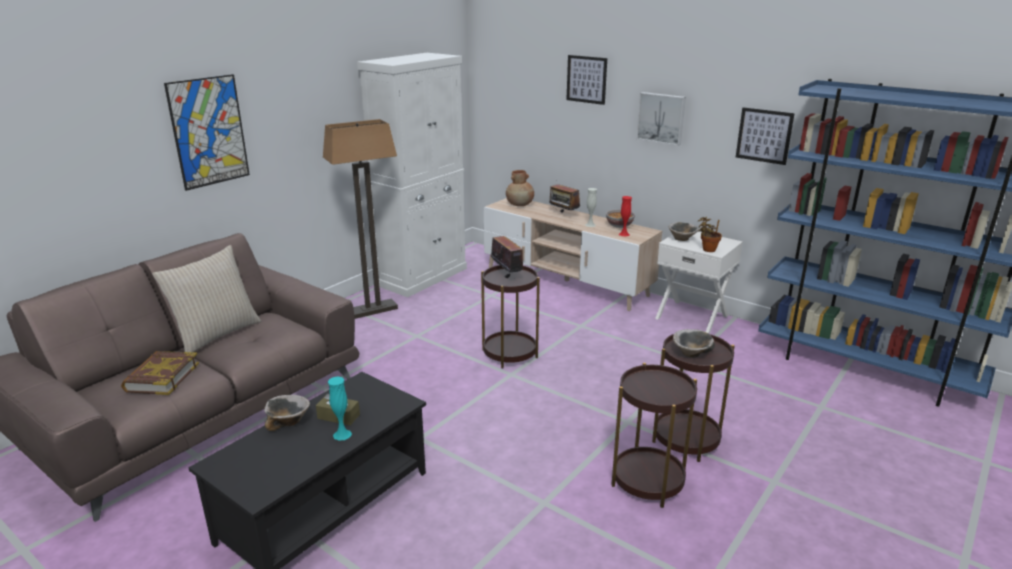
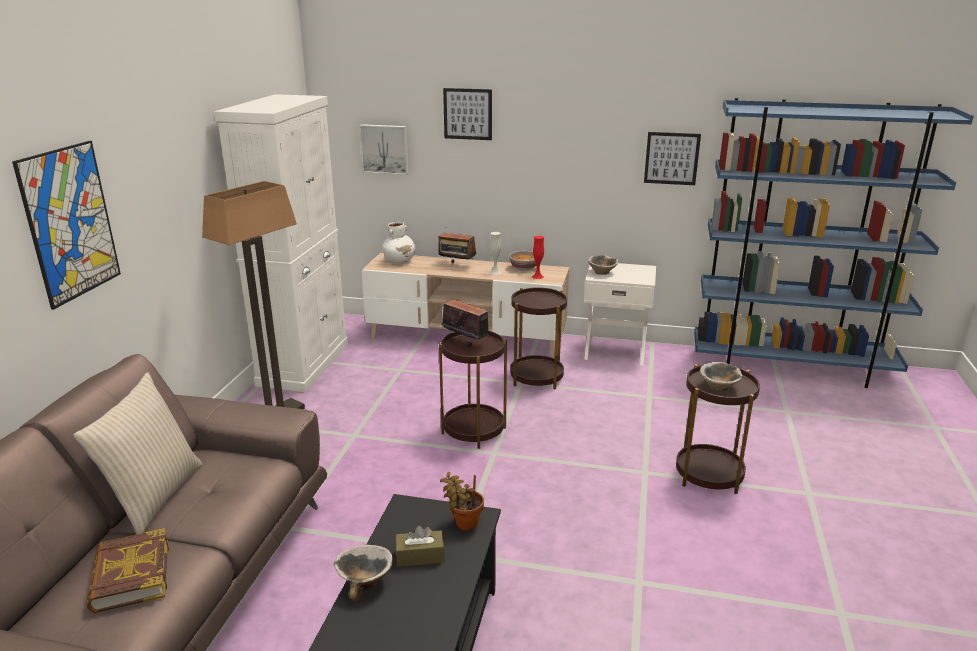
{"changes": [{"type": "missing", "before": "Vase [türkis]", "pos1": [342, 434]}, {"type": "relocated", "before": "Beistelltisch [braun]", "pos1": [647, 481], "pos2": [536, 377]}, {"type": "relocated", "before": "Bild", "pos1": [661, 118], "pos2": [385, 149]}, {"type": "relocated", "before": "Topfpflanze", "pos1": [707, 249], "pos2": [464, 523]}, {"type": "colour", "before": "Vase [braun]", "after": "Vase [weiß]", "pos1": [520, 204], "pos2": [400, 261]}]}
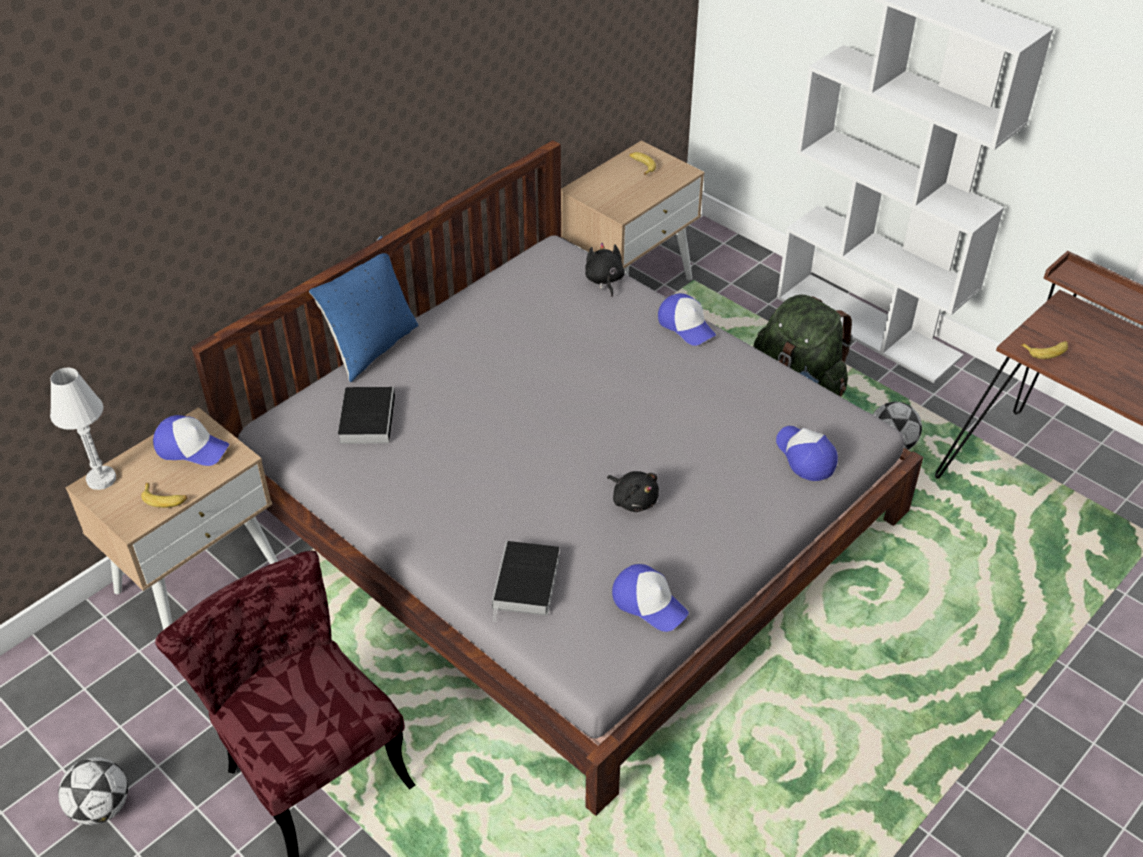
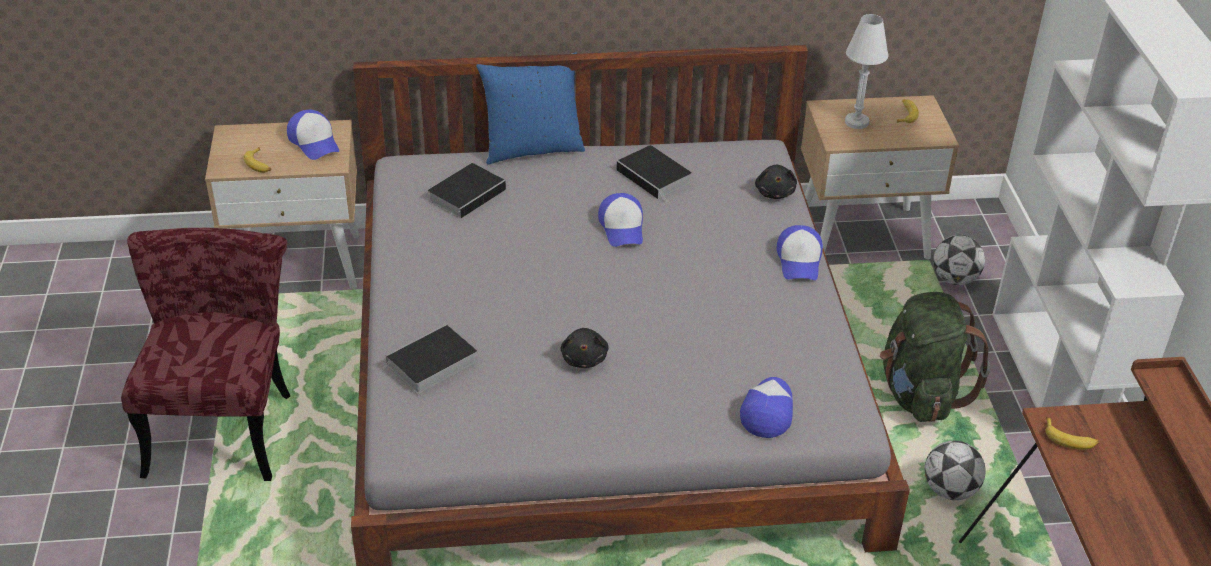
{"changes": [{"type": "appeared", "after": "Buch", "pos2": [656, 177]}, {"type": "relocated", "before": "Tischlampe [weiß]", "pos1": [101, 479], "pos2": [856, 122]}, {"type": "relocated", "before": "Fußball", "pos1": [101, 807], "pos2": [954, 279]}, {"type": "relocated", "before": "Kappe", "pos1": [649, 603], "pos2": [622, 227]}, {"type": "spun", "before": "Plüschtier [schwarz]", "pos1": [604, 280], "pos2": [775, 192], "turn": 150}]}
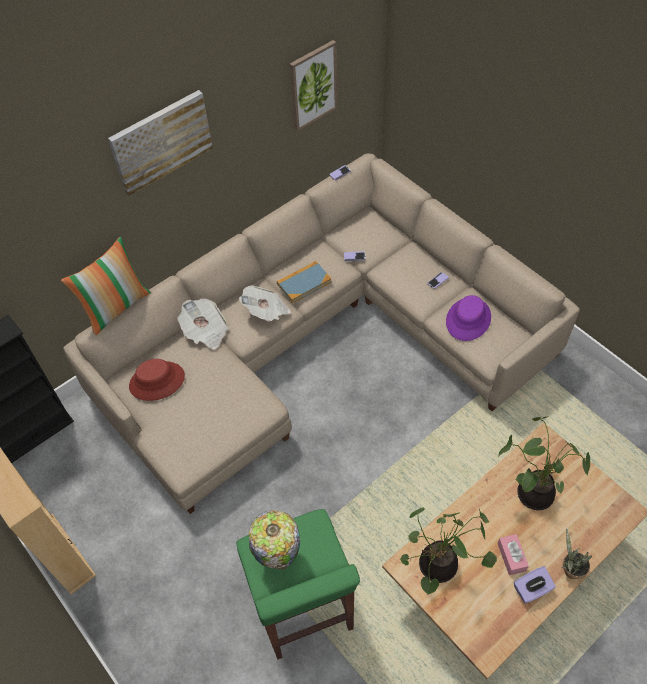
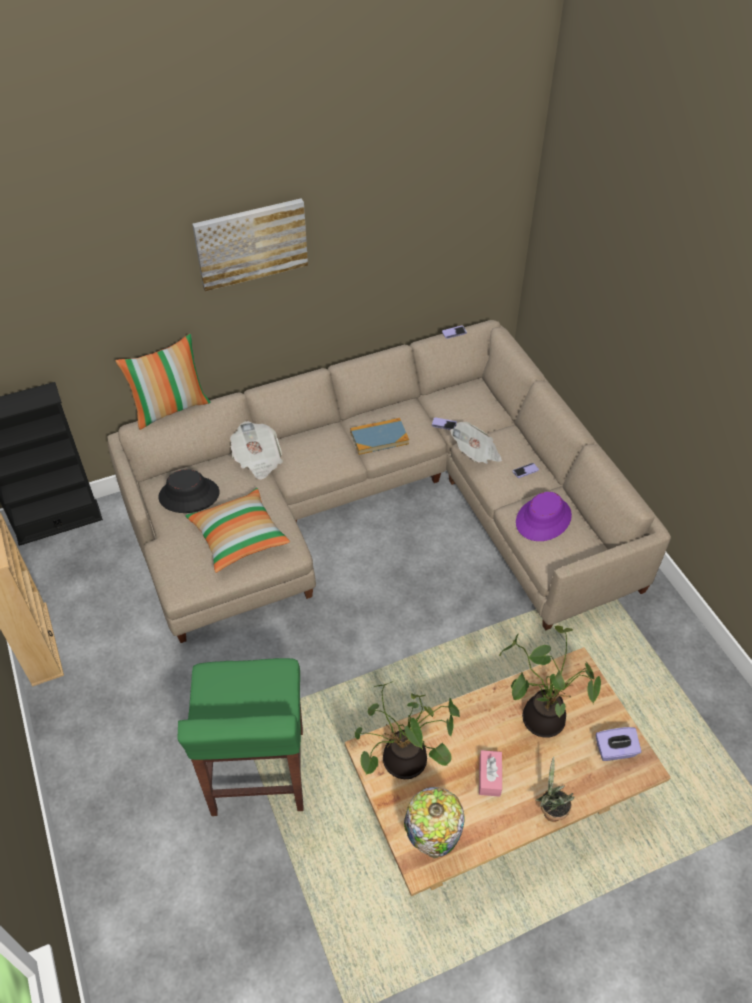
{"changes": [{"type": "missing", "before": "Bild", "pos1": [313, 85]}, {"type": "appeared", "after": "Kissen", "pos2": [238, 537]}, {"type": "relocated", "before": "Zeitung", "pos1": [266, 311], "pos2": [475, 453]}, {"type": "relocated", "before": "Tischlampe", "pos1": [279, 558], "pos2": [432, 843]}, {"type": "relocated", "before": "Taschentuchbox [lila]", "pos1": [531, 589], "pos2": [615, 751]}, {"type": "colour", "before": "Hut [rot]", "after": "Hut [schwarz]", "pos1": [157, 381], "pos2": [189, 495]}]}
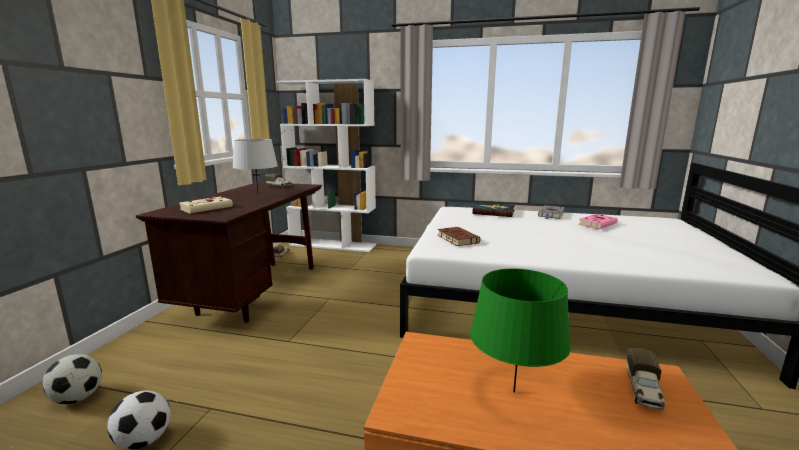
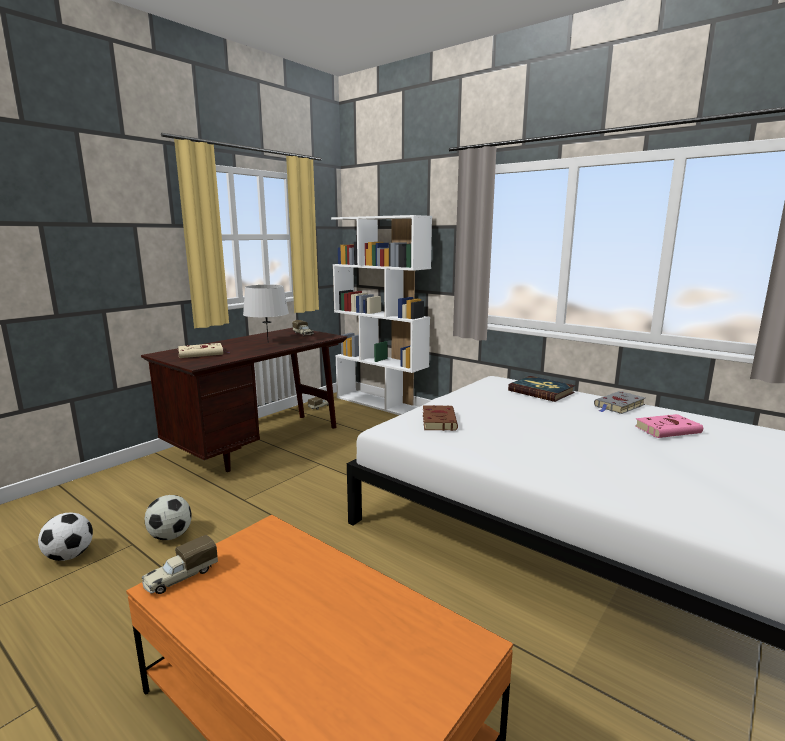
{"changes": [{"type": "missing", "before": "Tischlampe [grün]", "pos1": [514, 391]}, {"type": "relocated", "before": "Fußball", "pos1": [78, 398], "pos2": [170, 536]}, {"type": "relocated", "before": "Spielzeuglaster", "pos1": [643, 391], "pos2": [180, 577]}]}
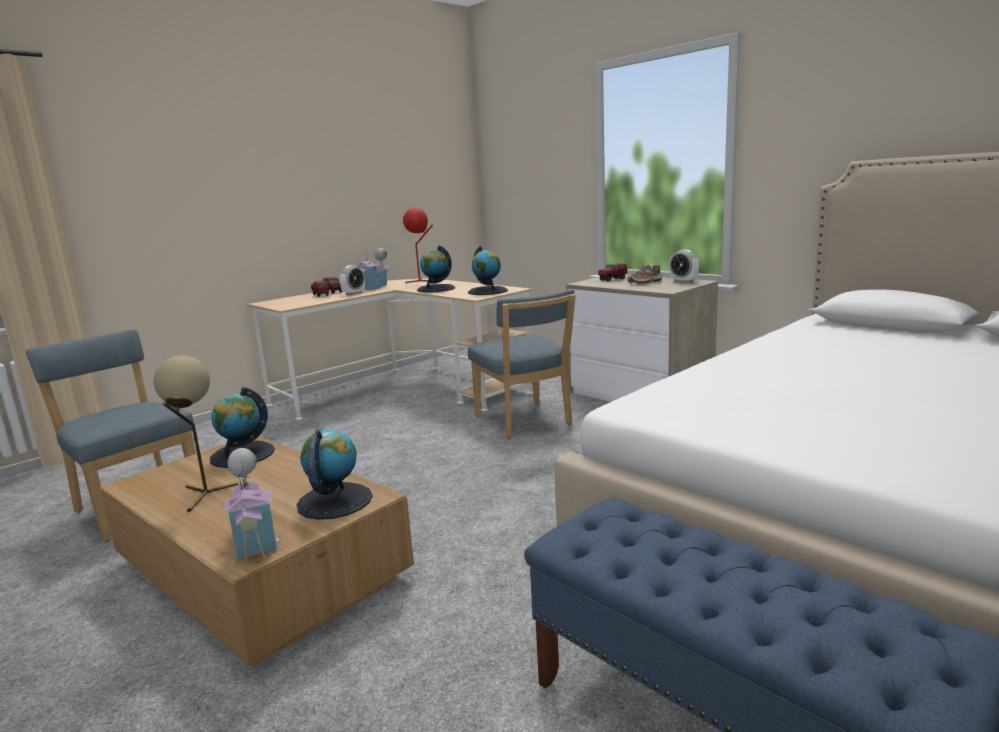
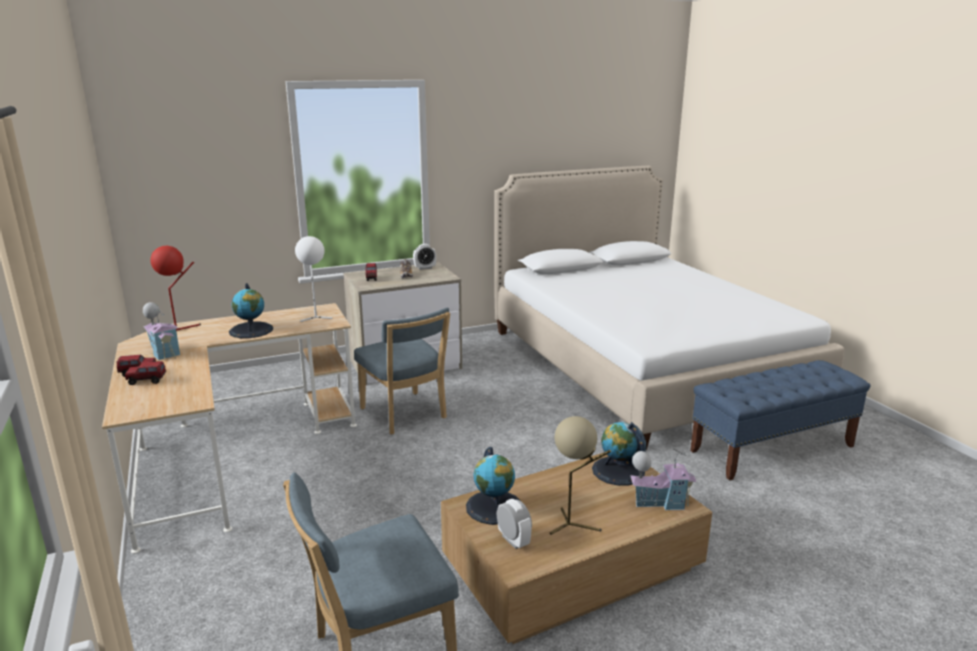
{"changes": [{"type": "relocated", "before": "Wecker", "pos1": [354, 294], "pos2": [513, 540]}, {"type": "exchanged", "before": "Globus", "after": "Tischlampe [weiß]", "pos1": [488, 291], "pos2": [315, 316]}, {"type": "spun", "before": "Stuhl [blau]", "pos1": [525, 422], "pos2": [405, 415], "turn": 60}]}
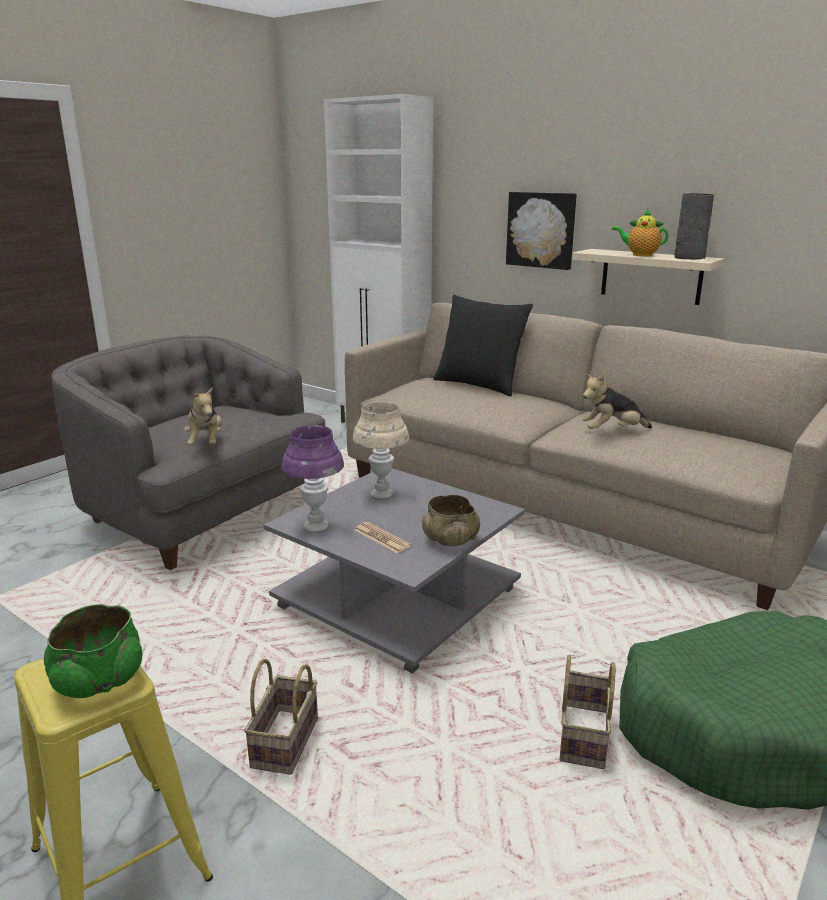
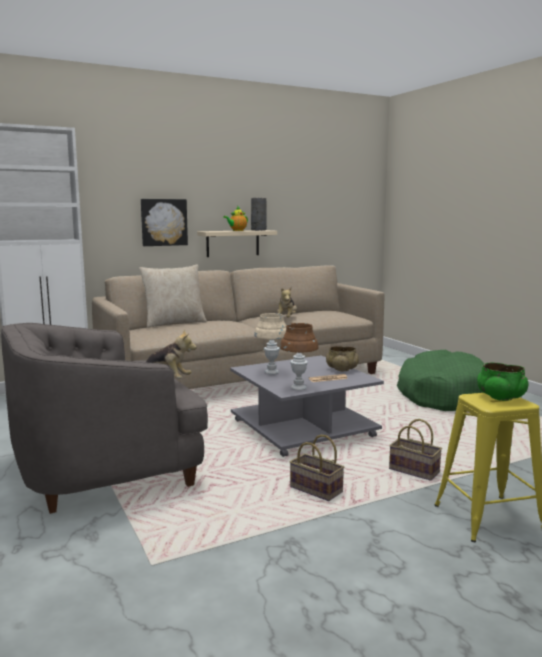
{"changes": [{"type": "relocated", "before": "Korb", "pos1": [581, 735], "pos2": [314, 490]}, {"type": "colour", "before": "Tischlampe [lila]", "after": "Tischlampe [braun]", "pos1": [316, 526], "pos2": [298, 388]}, {"type": "colour", "before": "Kissen [schwarz]", "after": "Kissen [beige]", "pos1": [479, 385], "pos2": [174, 323]}]}
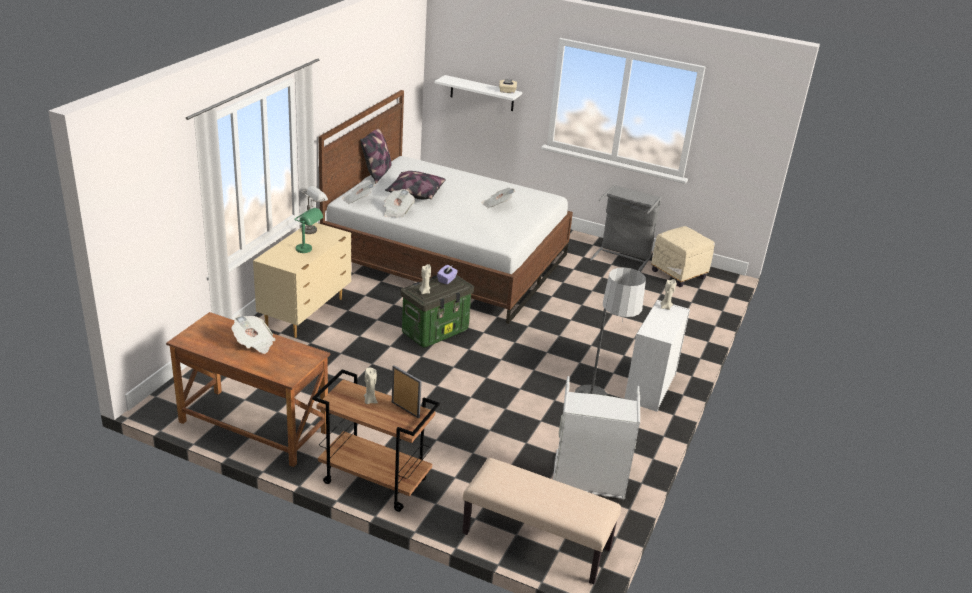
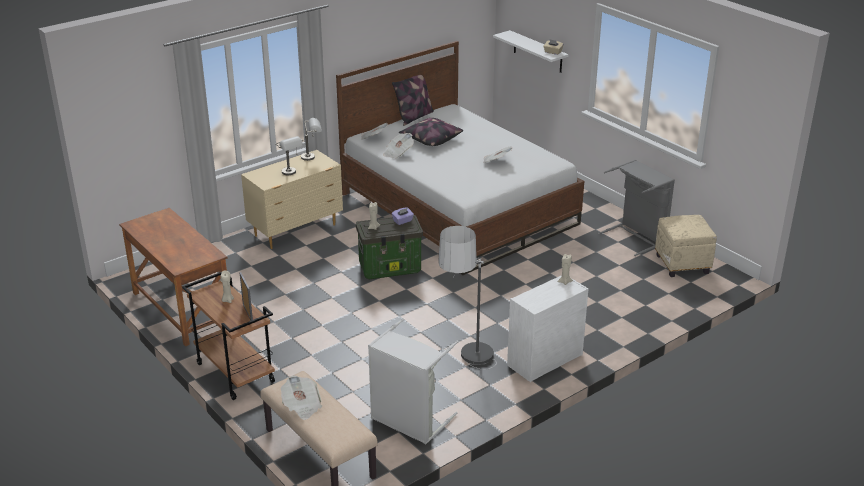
{"changes": [{"type": "relocated", "before": "Zeitung", "pos1": [254, 343], "pos2": [302, 406]}, {"type": "colour", "before": "Tischlampe [grün]", "after": "Tischlampe [grau]", "pos1": [309, 250], "pos2": [291, 173]}]}
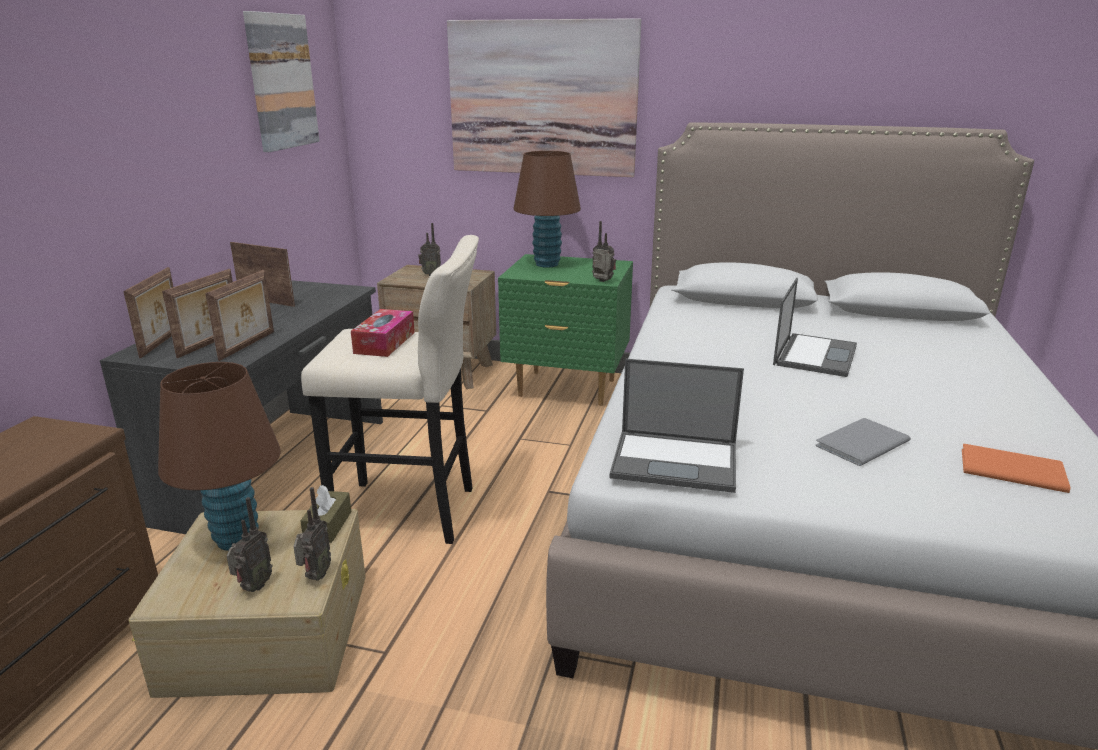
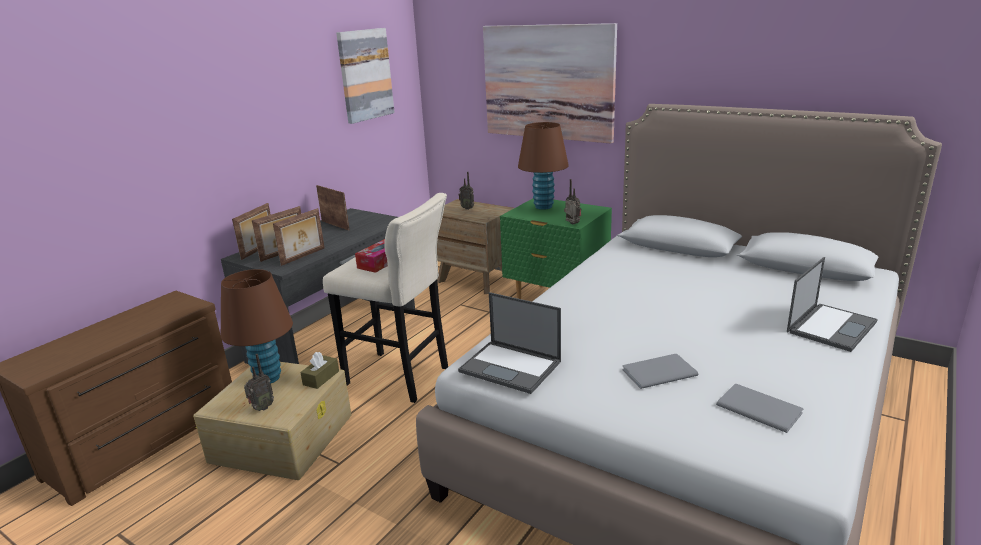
{"changes": [{"type": "missing", "before": "Radio", "pos1": [315, 576]}, {"type": "relocated", "before": "Laptop", "pos1": [815, 355], "pos2": [831, 326]}, {"type": "colour", "before": "Buch [orange]", "after": "Buch [grau]", "pos1": [1009, 468], "pos2": [758, 407]}]}
